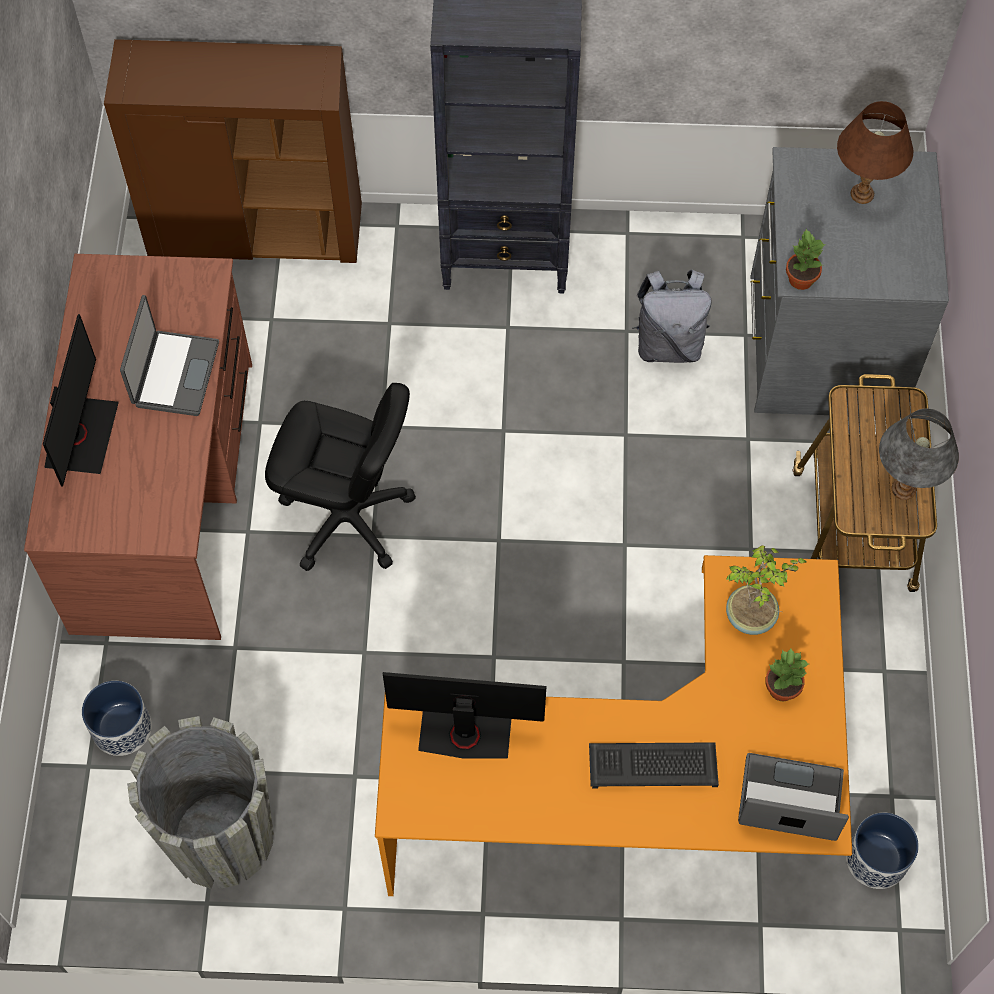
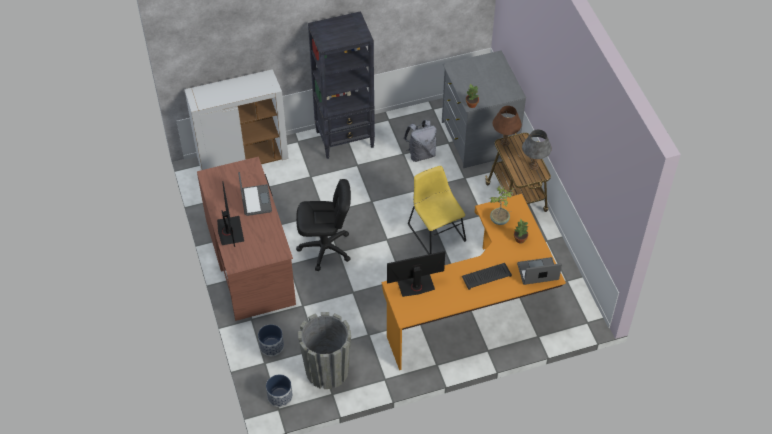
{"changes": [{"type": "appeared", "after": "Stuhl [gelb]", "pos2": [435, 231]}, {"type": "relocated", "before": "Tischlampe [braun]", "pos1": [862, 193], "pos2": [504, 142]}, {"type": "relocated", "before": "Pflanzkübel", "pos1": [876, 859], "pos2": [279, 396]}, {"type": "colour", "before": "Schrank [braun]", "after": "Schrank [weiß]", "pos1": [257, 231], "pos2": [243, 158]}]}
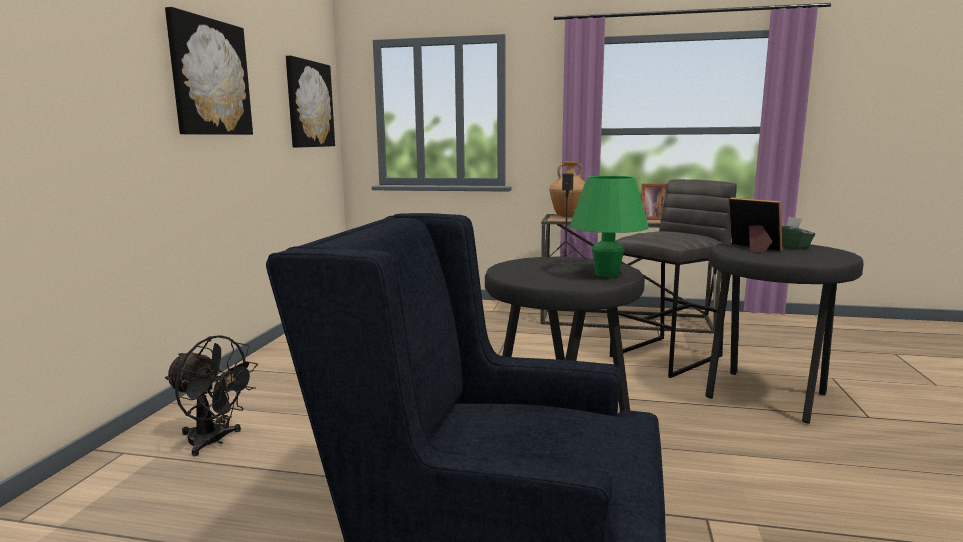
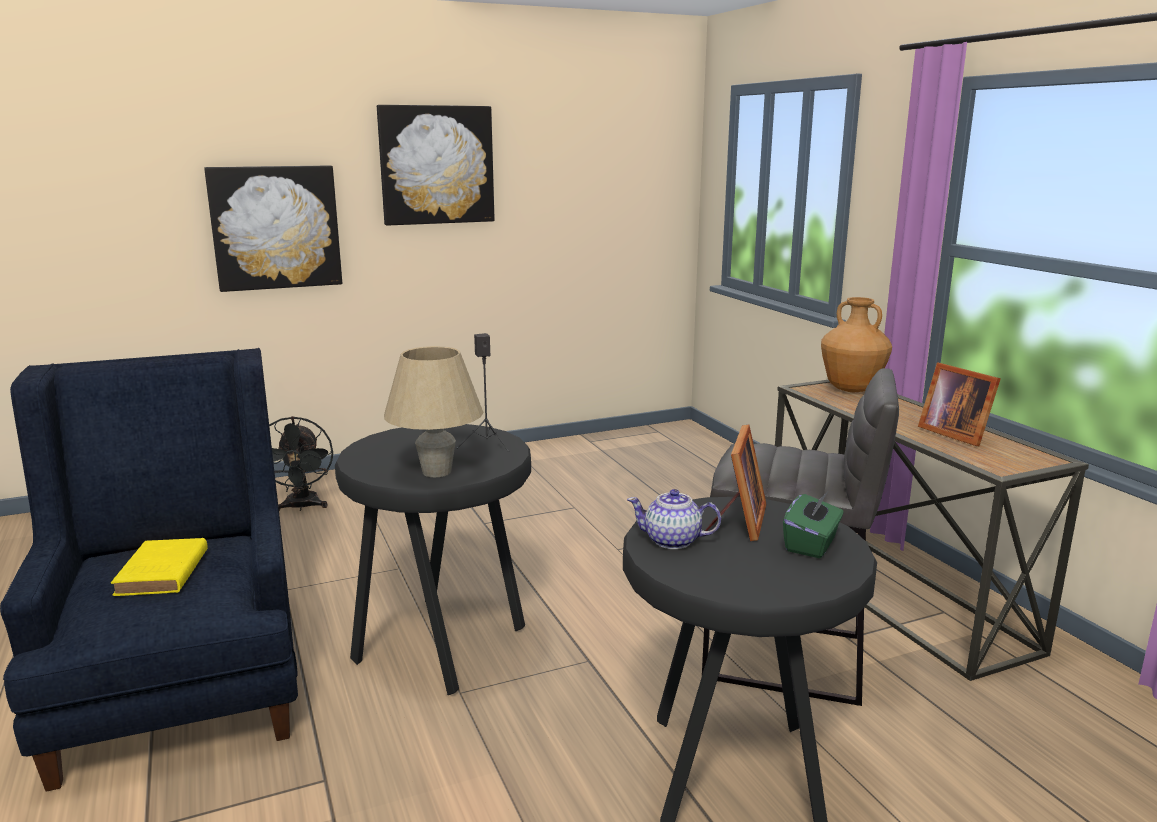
{"changes": [{"type": "appeared", "after": "Buch [gelb]", "pos2": [161, 574]}, {"type": "appeared", "after": "Teekanne", "pos2": [673, 541]}, {"type": "relocated", "before": "Bild", "pos1": [309, 104], "pos2": [275, 227]}, {"type": "colour", "before": "Tischlampe [grün]", "after": "Tischlampe [beige]", "pos1": [607, 274], "pos2": [436, 472]}]}
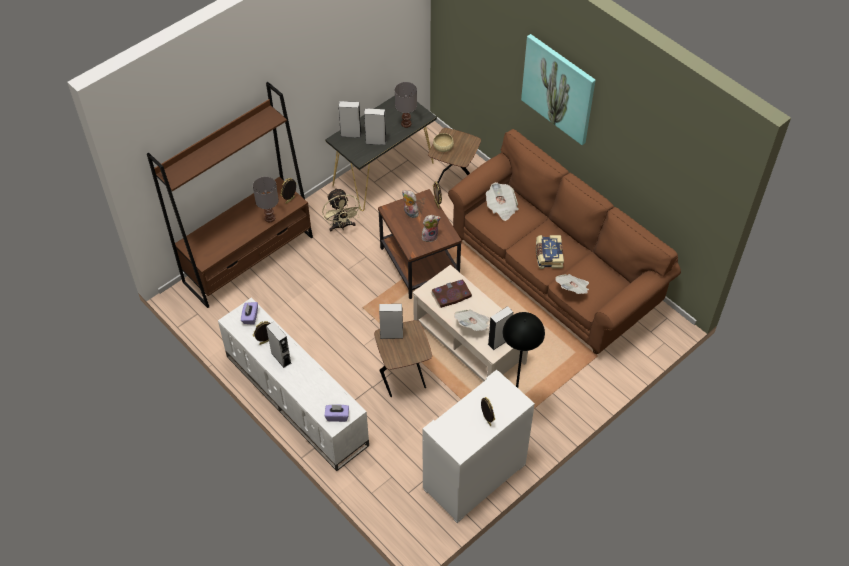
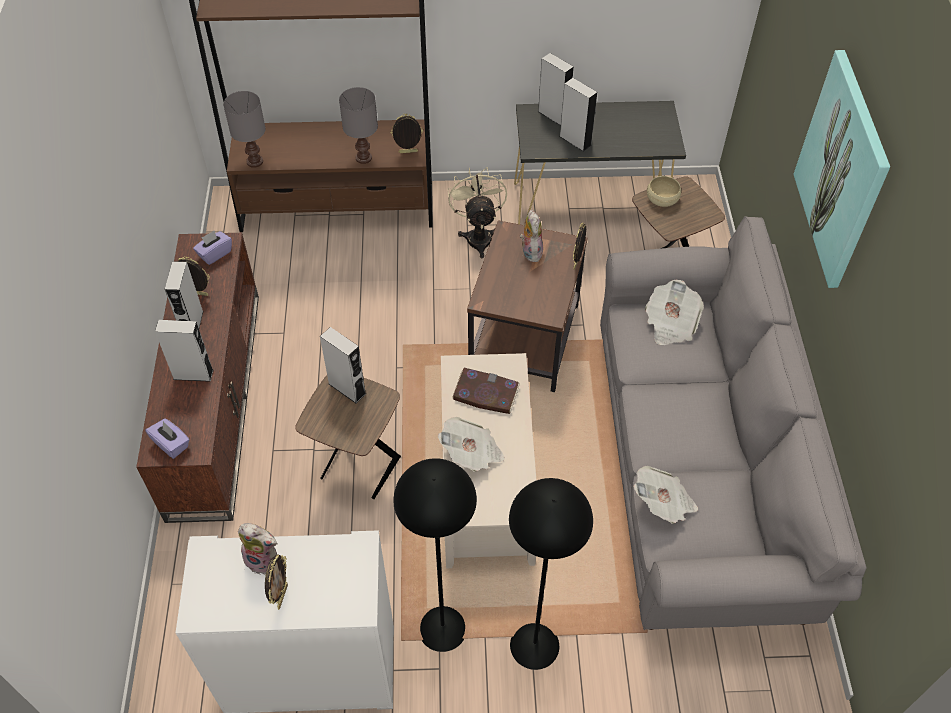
{"changes": [{"type": "missing", "before": "Buch", "pos1": [548, 256]}, {"type": "appeared", "after": "Stehlampe [schwarz]", "pos2": [534, 645]}, {"type": "relocated", "before": "Tischlampe [grau]", "pos1": [405, 124], "pos2": [254, 161]}, {"type": "relocated", "before": "Plüschtier", "pos1": [430, 236], "pos2": [264, 559]}, {"type": "relocated", "before": "Lautsprecher [grau]", "pos1": [499, 341], "pos2": [193, 374]}, {"type": "colour", "before": "Fernsehschrank [weiß]", "after": "Fernsehschrank [braun]", "pos1": [294, 400], "pos2": [214, 400]}, {"type": "colour", "before": "Sofa [braun]", "after": "Sofa [grau]", "pos1": [554, 272], "pos2": [696, 470]}, {"type": "spun", "before": "Ventilator [beige]", "pos1": [342, 226], "pos2": [478, 235], "turn": 150}]}
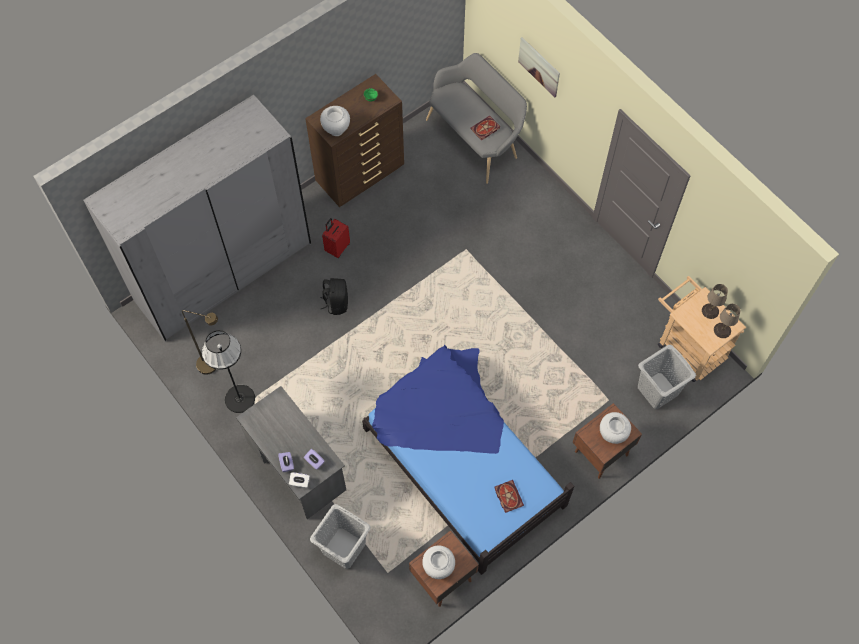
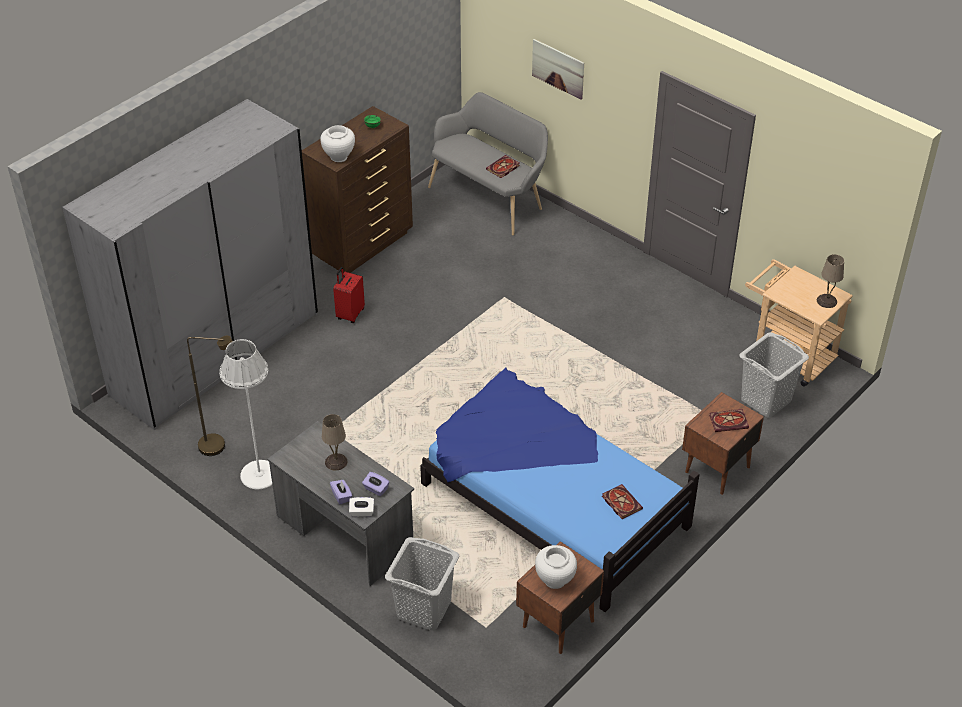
{"changes": [{"type": "missing", "before": "Rucksack [schwarz]", "pos1": [336, 303]}, {"type": "relocated", "before": "Tischlampe [beige]", "pos1": [709, 311], "pos2": [335, 462]}, {"type": "exchanged", "before": "Vase [weiß]", "after": "Buch", "pos1": [612, 434], "pos2": [729, 421]}, {"type": "colour", "before": "Stehlampe [schwarz]", "after": "Stehlampe [weiß]", "pos1": [240, 398], "pos2": [259, 474]}]}
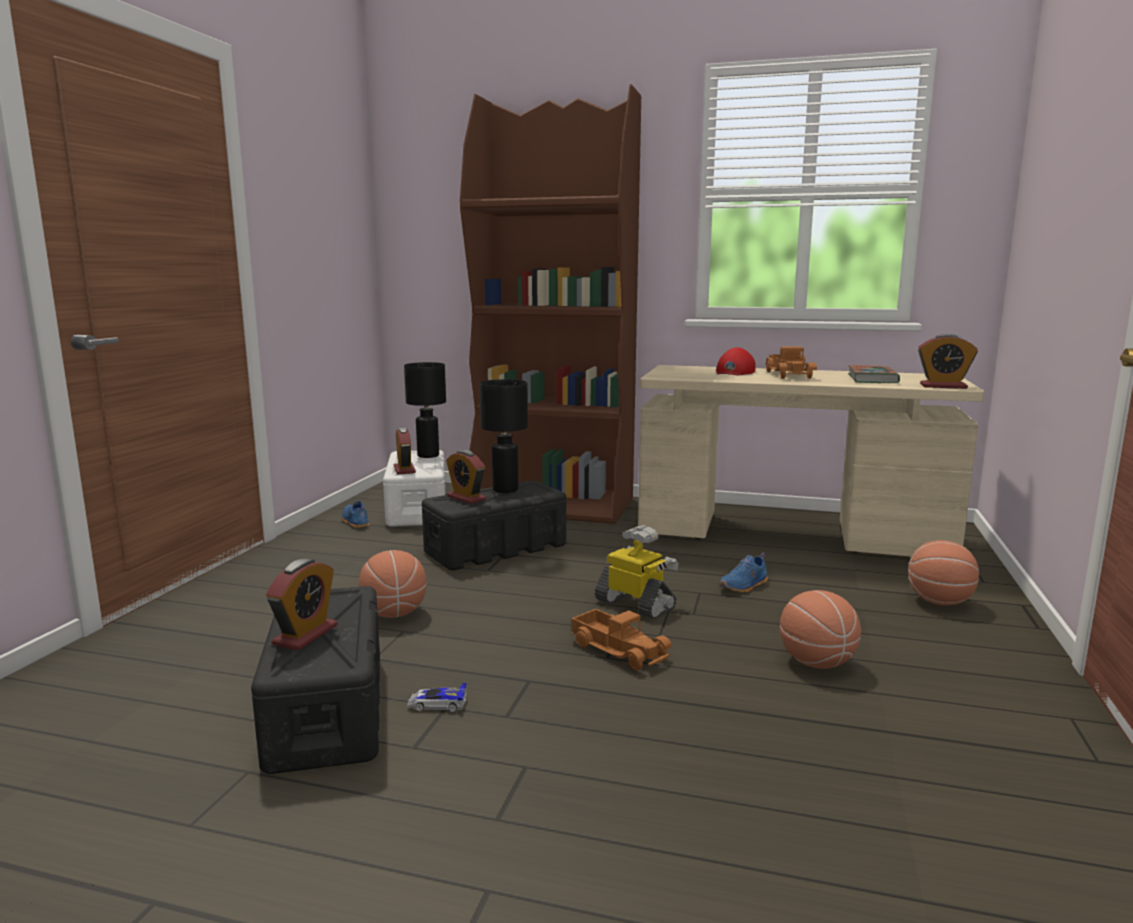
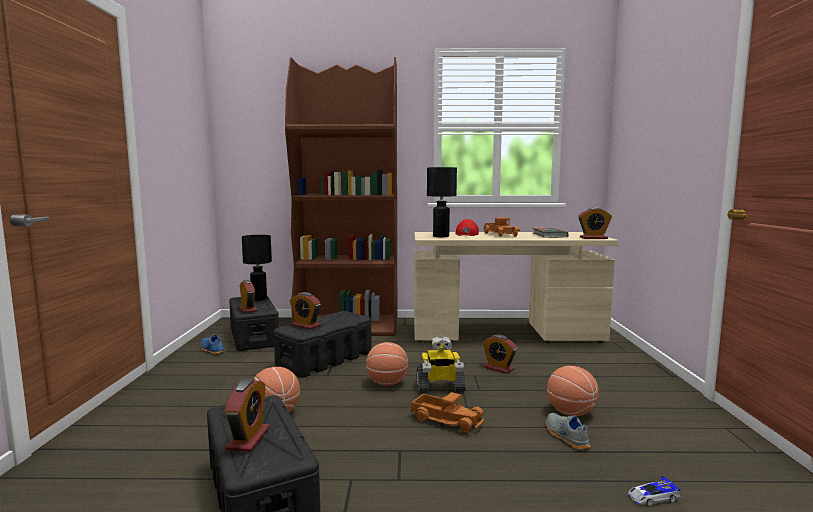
{"changes": [{"type": "appeared", "after": "Schuh [grau]", "pos2": [565, 437]}, {"type": "relocated", "before": "Spielzeugauto", "pos1": [437, 704], "pos2": [652, 497]}, {"type": "relocated", "before": "Tischlampe [schwarz]", "pos1": [506, 489], "pos2": [441, 236]}, {"type": "relocated", "before": "Basketball", "pos1": [939, 602], "pos2": [387, 383]}, {"type": "exchanged", "before": "Schuh [blau]", "after": "Wecker", "pos1": [744, 586], "pos2": [498, 368]}, {"type": "colour", "before": "Aufbewahrungsbox [weiß]", "after": "Aufbewahrungsbox [schwarz]", "pos1": [417, 508], "pos2": [254, 336]}, {"type": "spun", "before": "Spielzeugroboter", "pos1": [636, 604], "pos2": [440, 388], "turn": 150}]}
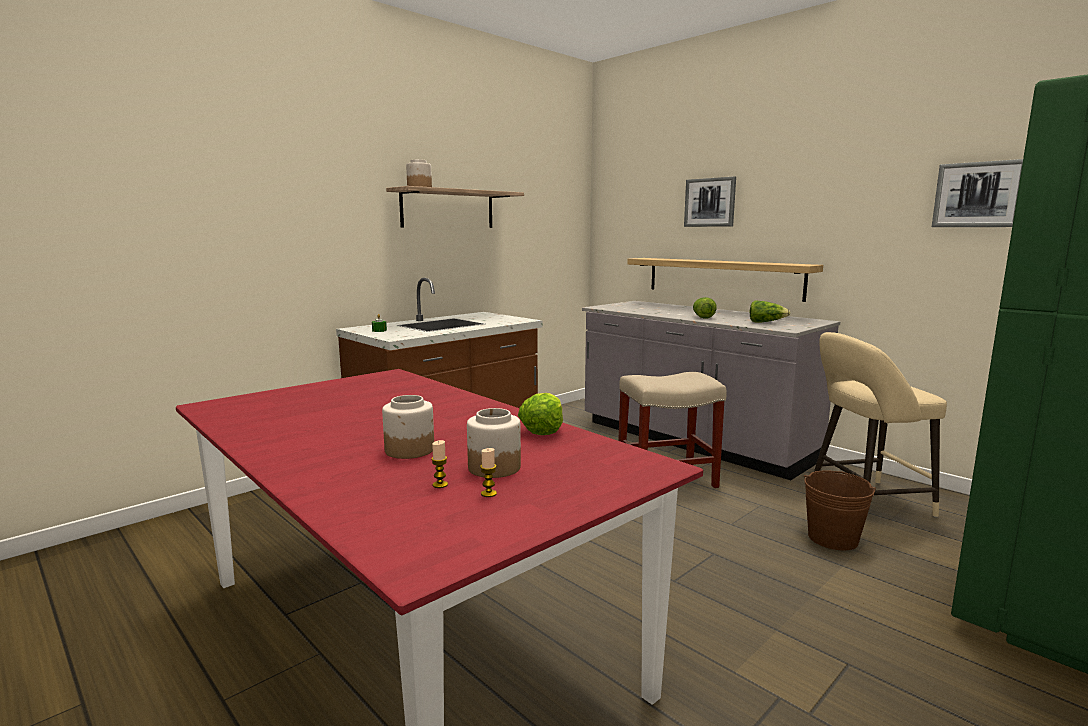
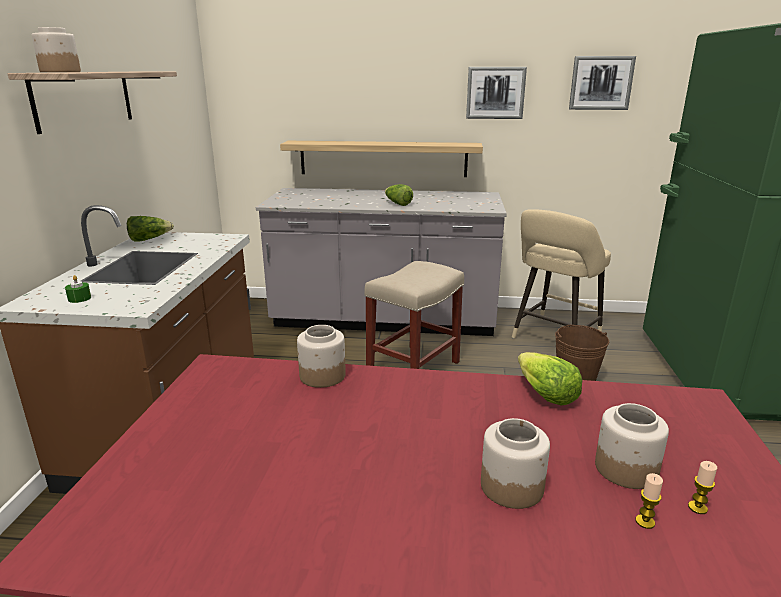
{"changes": [{"type": "appeared", "after": "Vorratsglas", "pos2": [322, 376]}, {"type": "relocated", "before": "Bild", "pos1": [710, 202], "pos2": [495, 93]}, {"type": "relocated", "before": "Salatkopf", "pos1": [766, 322], "pos2": [149, 239]}]}
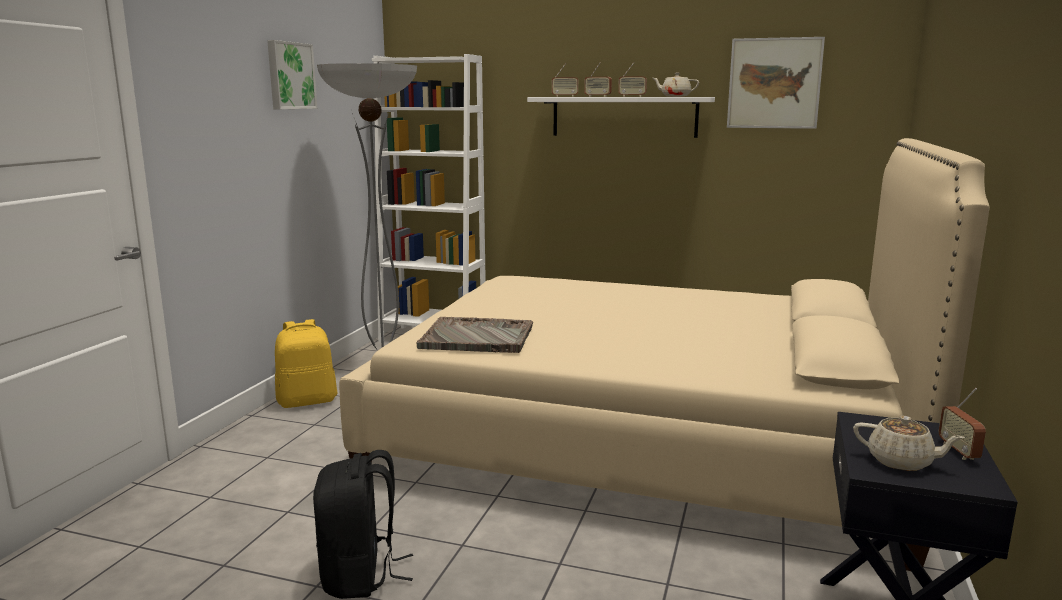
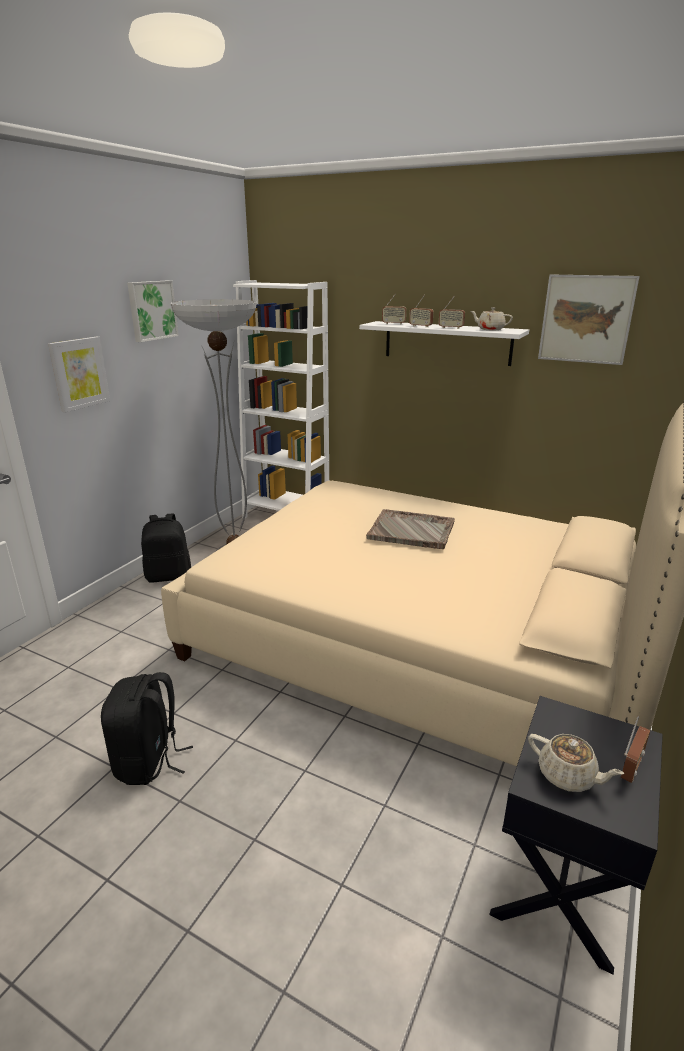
{"changes": [{"type": "appeared", "after": "Bild", "pos2": [79, 373]}, {"type": "relocated", "before": "Tablett [grau]", "pos1": [478, 338], "pos2": [412, 531]}, {"type": "colour", "before": "Rucksack [gelb]", "after": "Rucksack [schwarz]", "pos1": [307, 401], "pos2": [169, 576]}, {"type": "spun", "before": "Radio", "pos1": [958, 451], "pos2": [630, 768], "turn": -150}]}
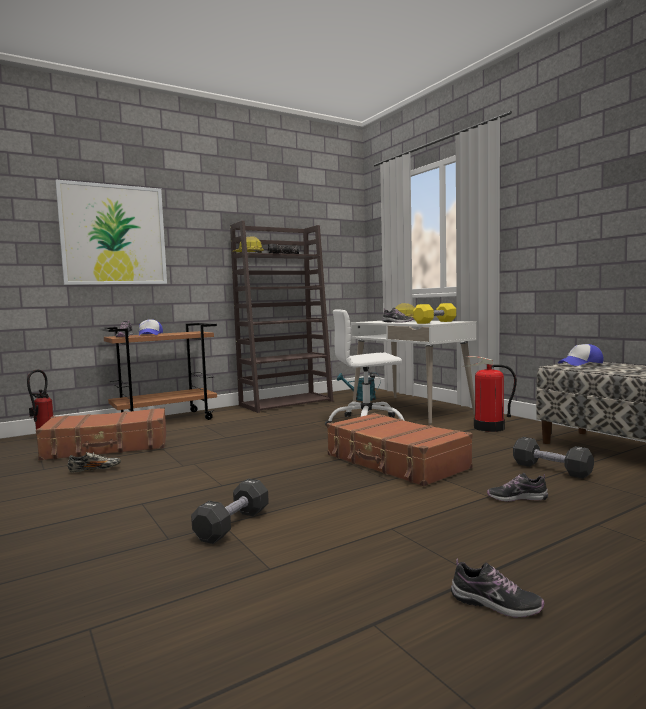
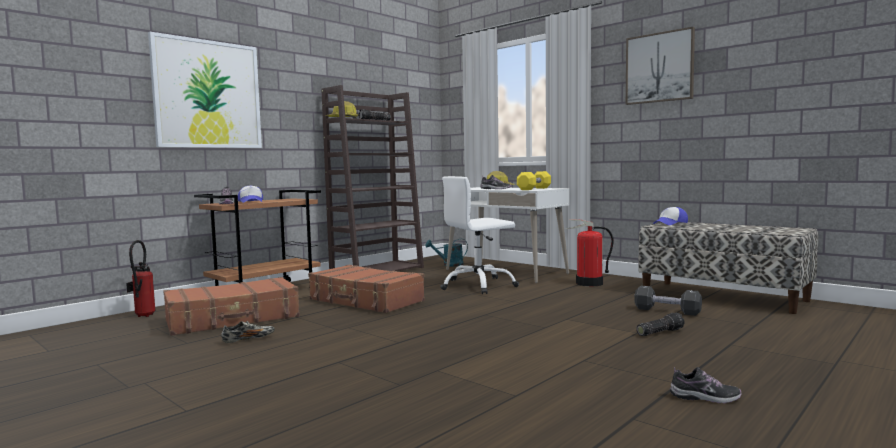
{"changes": [{"type": "missing", "before": "Hantel [schwarz]", "pos1": [232, 525]}, {"type": "appeared", "after": "Bild", "pos2": [659, 67]}, {"type": "relocated", "before": "Koffer [braun]", "pos1": [395, 462], "pos2": [365, 301]}, {"type": "exchanged", "before": "Schuh", "after": "Taschenlampe", "pos1": [517, 498], "pos2": [659, 332]}]}
